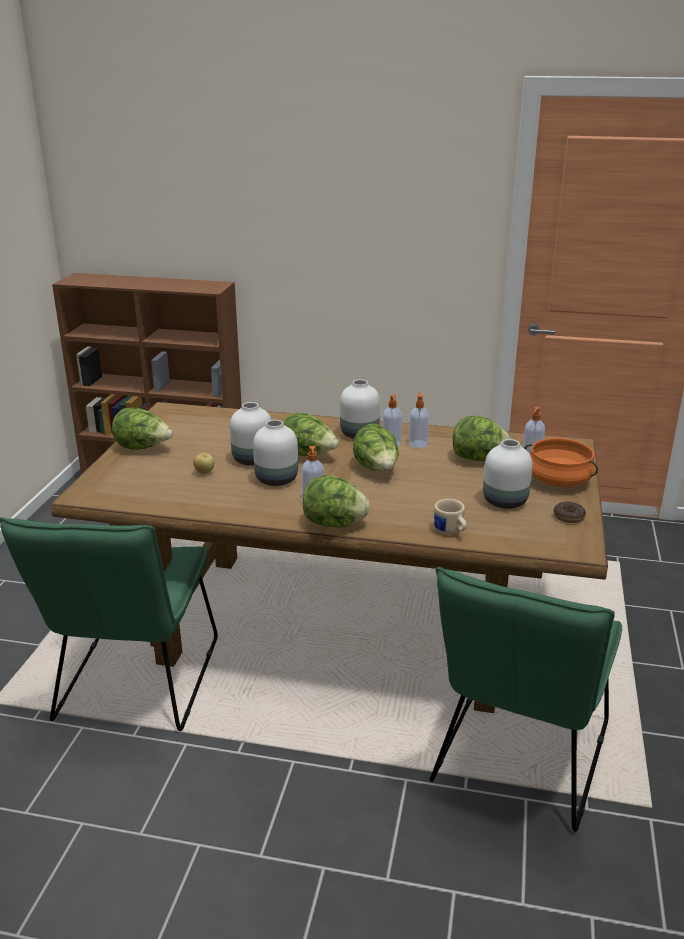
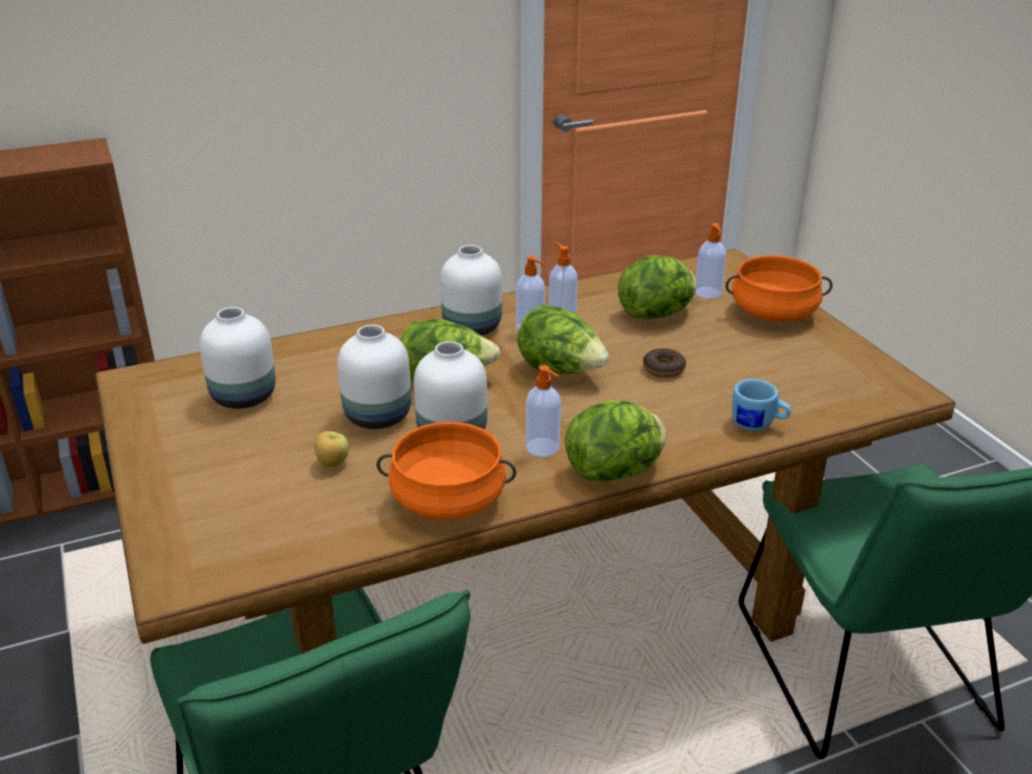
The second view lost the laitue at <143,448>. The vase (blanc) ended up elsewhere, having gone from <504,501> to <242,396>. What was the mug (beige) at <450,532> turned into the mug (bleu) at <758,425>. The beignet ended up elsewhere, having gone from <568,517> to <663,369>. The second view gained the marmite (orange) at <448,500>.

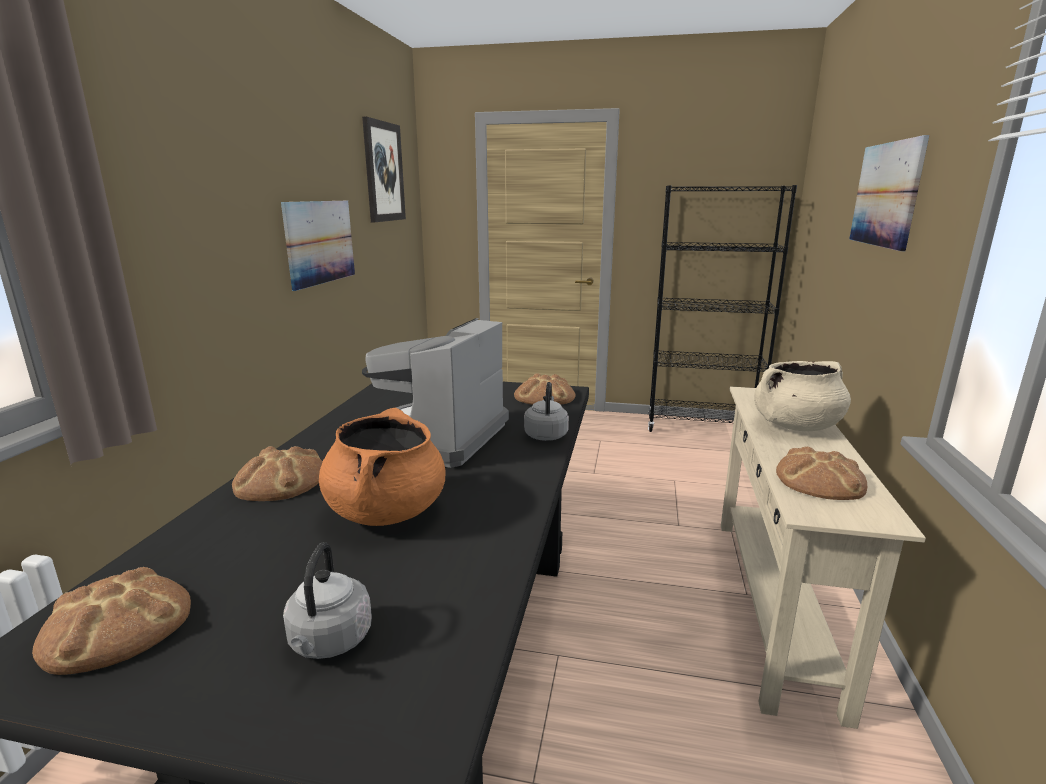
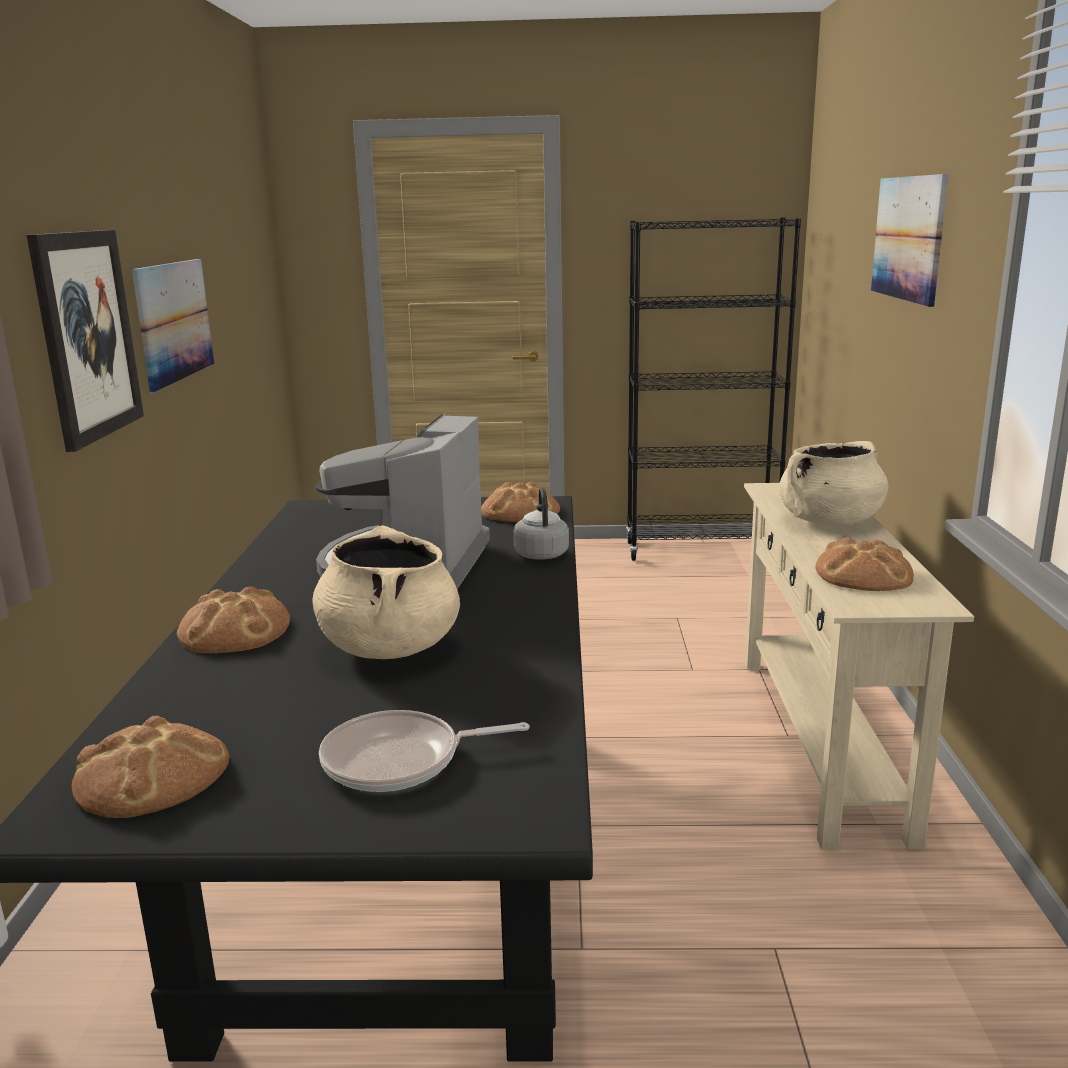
The tableau ended up elsewhere, having gone from <383,172> to <87,335>. What was the marmite (orange) at <386,511> turned into the marmite (beige) at <390,647>. Where the bouilloire (gris) stood at <329,642>, the poêle came to stand at <400,761>.

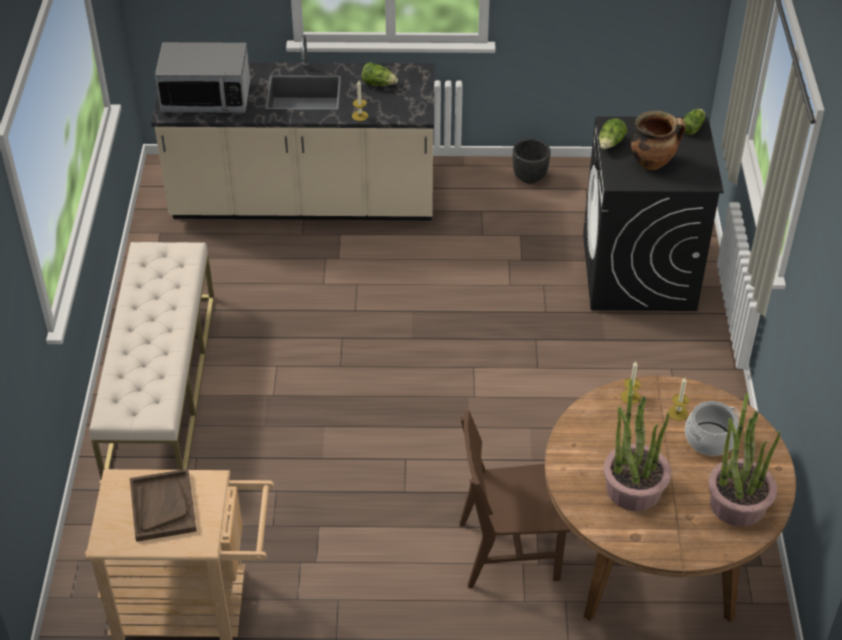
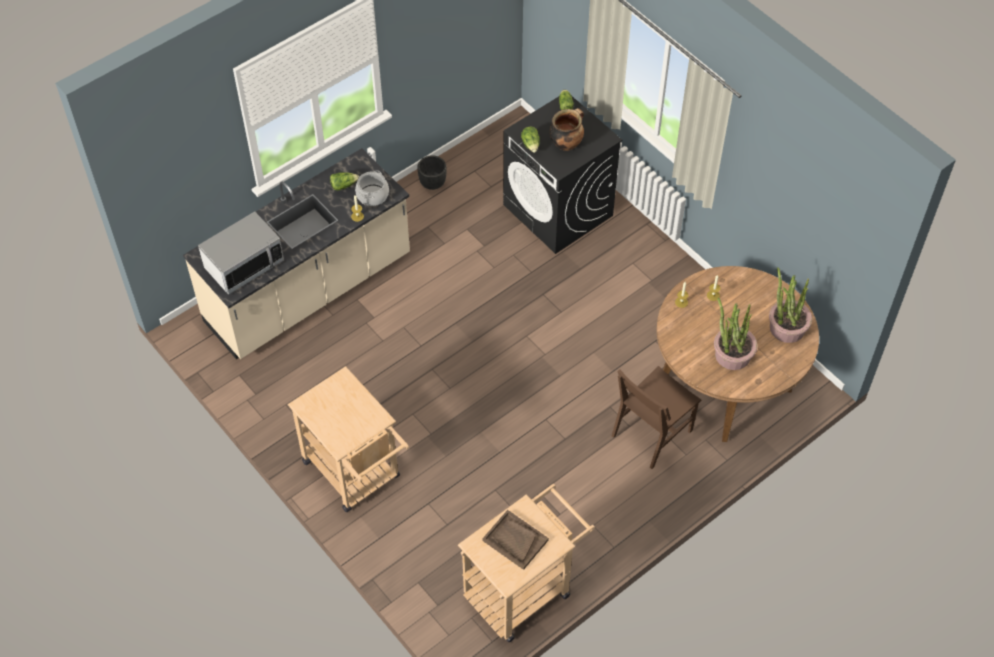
Where the banc (beige) stood at <161,385>, the chariot (beige) came to stand at <356,474>. The marmite ended up elsewhere, having gone from <709,439> to <372,195>.

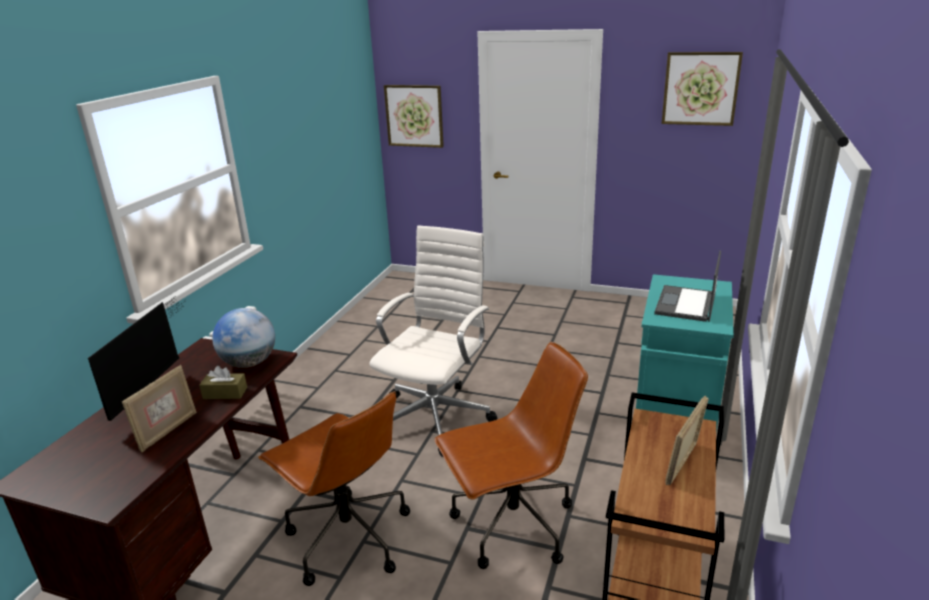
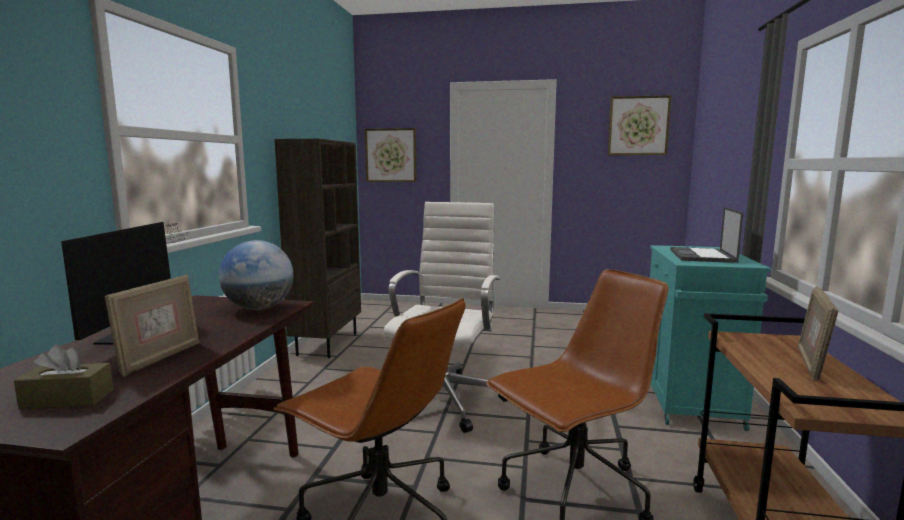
The boîte à mouchoirs (marron) ended up elsewhere, having gone from <225,393> to <67,399>. The second view gained the bibliothèque (marron) at <327,344>.

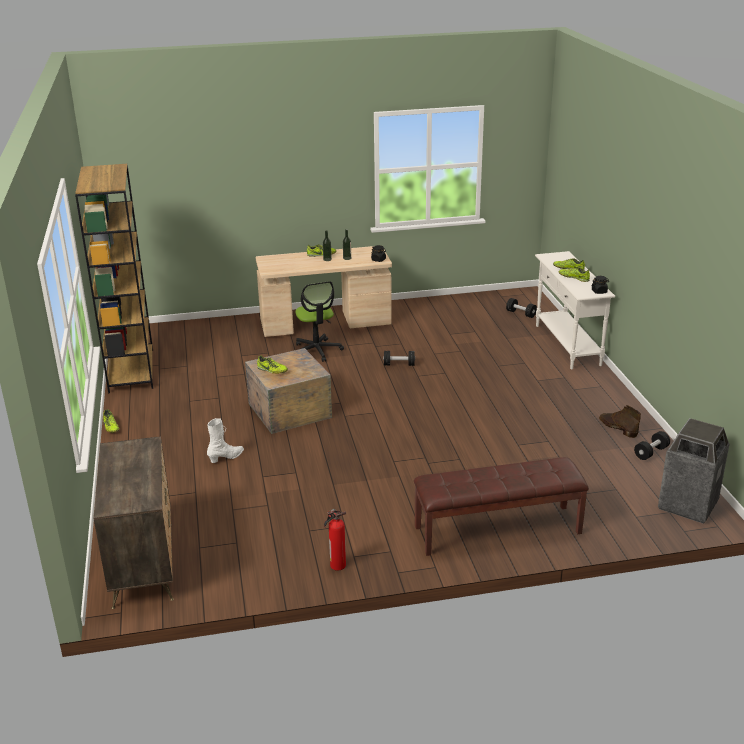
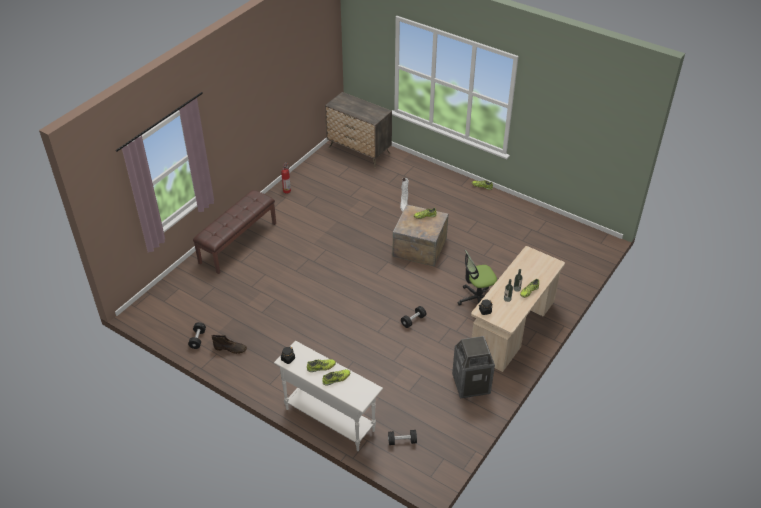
The second view lost the bibliothèque (marron) at <131,370>. The chaise de bureau at <317,350> ended up facing another way, 45 degrees counterclockwise from before. The poubelle ended up elsewhere, having gone from <687,505> to <471,384>.

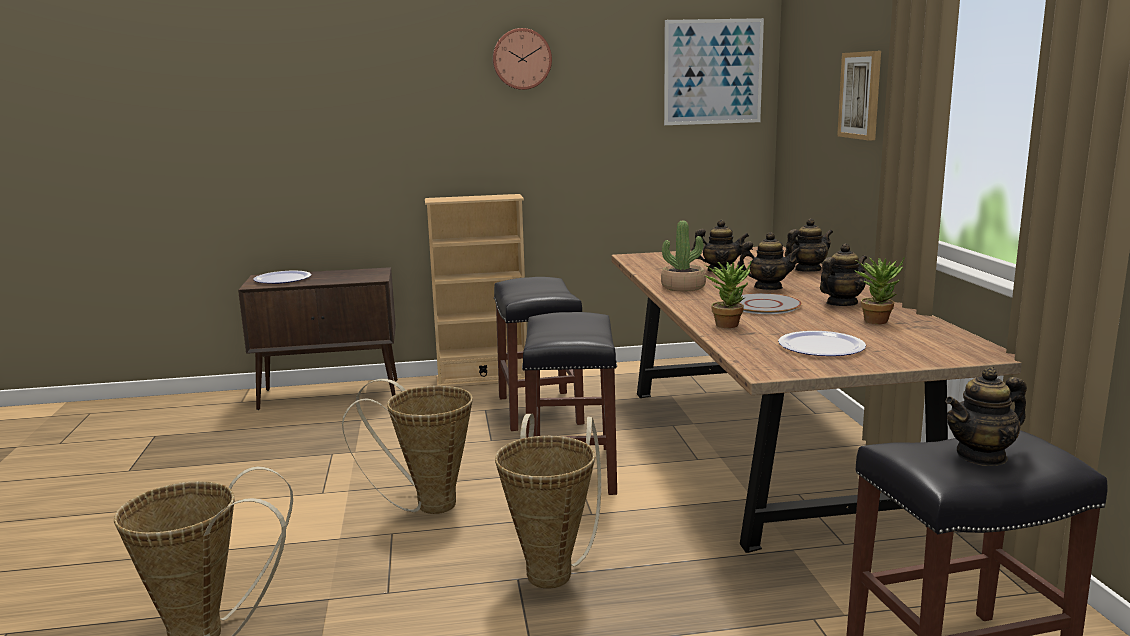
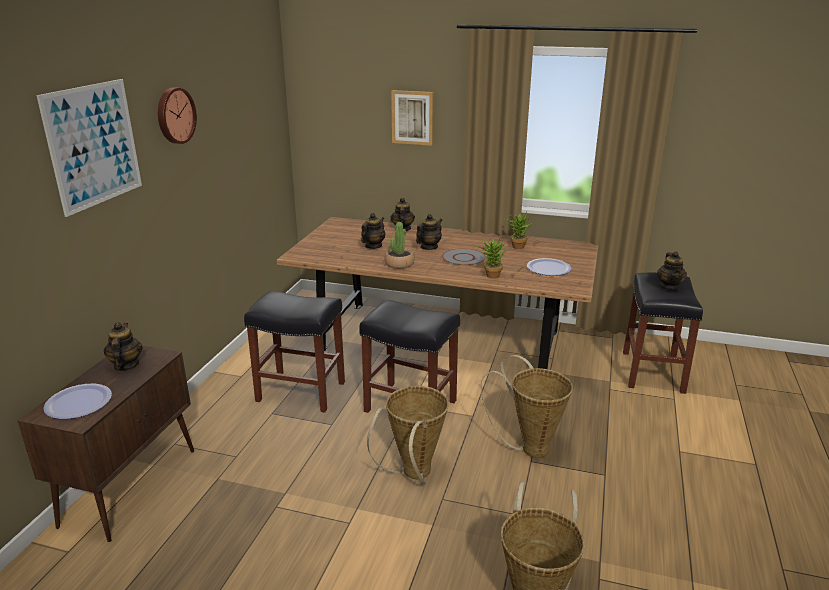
The tableau ended up elsewhere, having gone from <713,72> to <93,145>. The second view lost the bibliothèque (beige) at <483,379>. The théière ended up elsewhere, having gone from <841,303> to <126,365>.

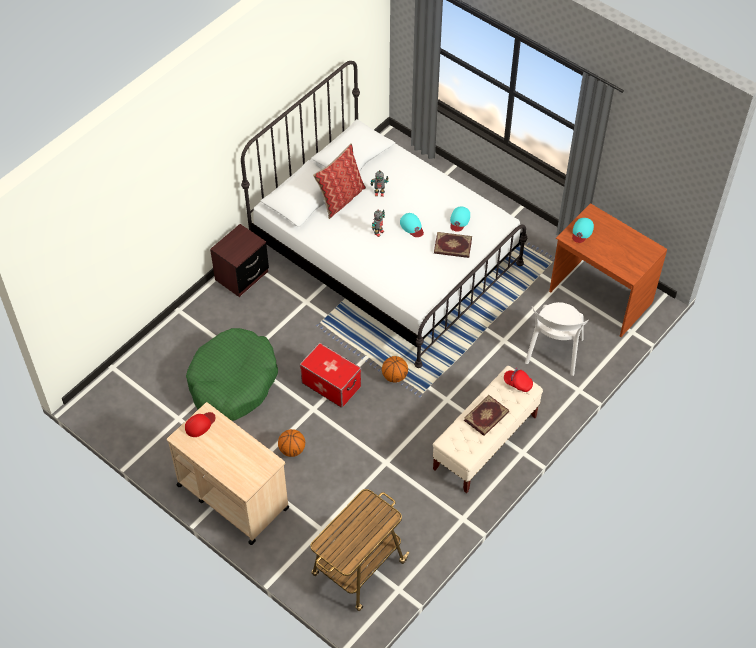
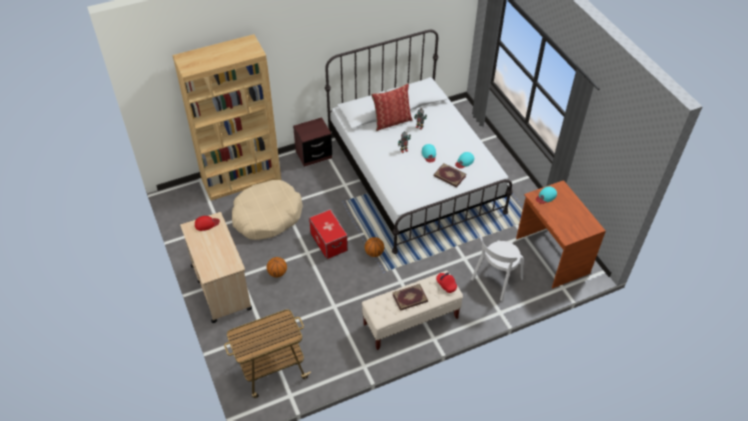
What was the panier pour chien (vert) at <233,382> turned into the panier pour chien (beige) at <267,216>. The second view gained the bibliothèque (marron) at <241,179>.

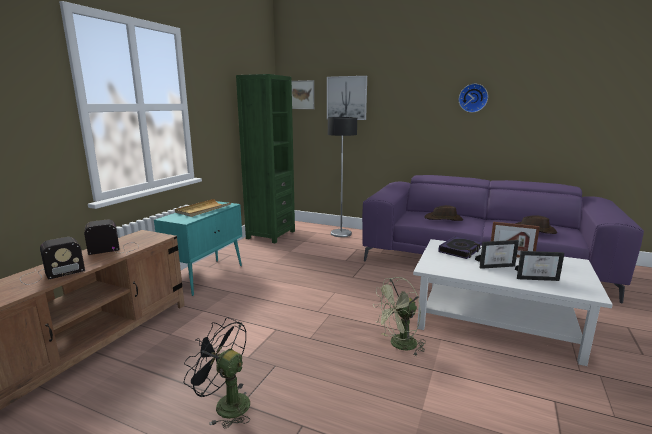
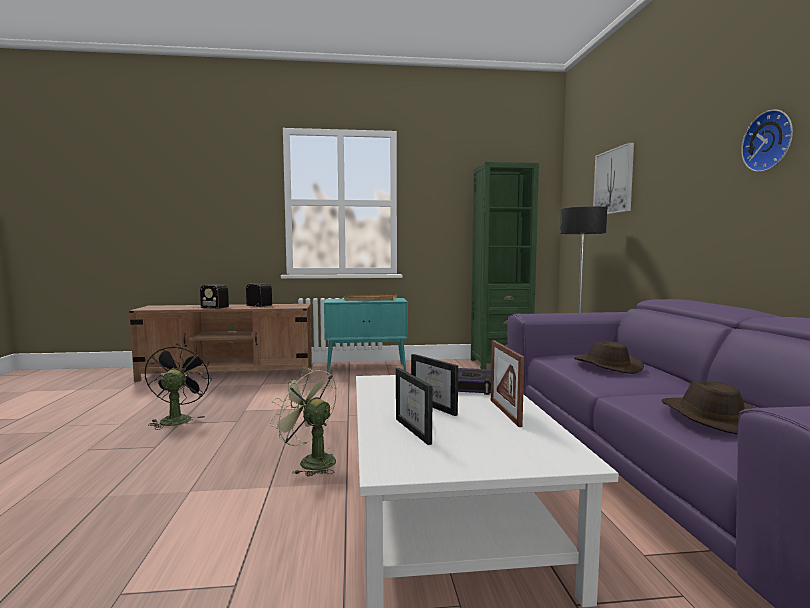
The second view lost the tableau at <301,95>.

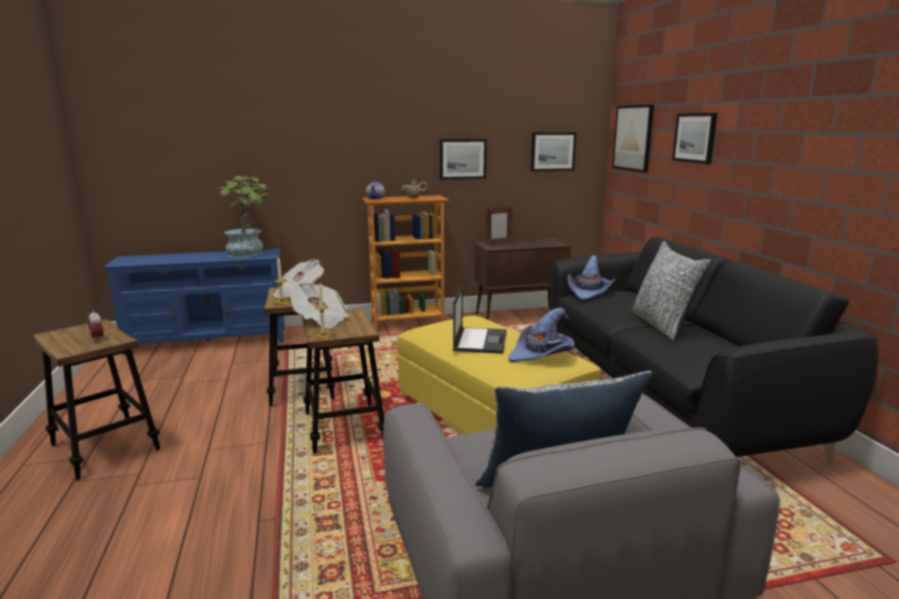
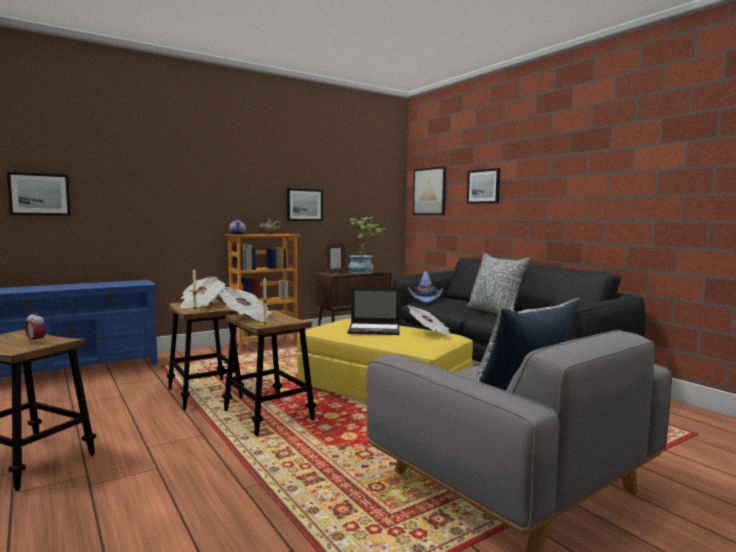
The tableau ended up elsewhere, having gone from <552,151> to <39,194>. The plante en pot ended up elsewhere, having gone from <250,254> to <364,272>. The ordinateur portable at <480,340> ended up facing another way, 105 degrees clockwise from before. Where the chapeau (violet) stood at <542,354>, the journal came to stand at <430,333>.

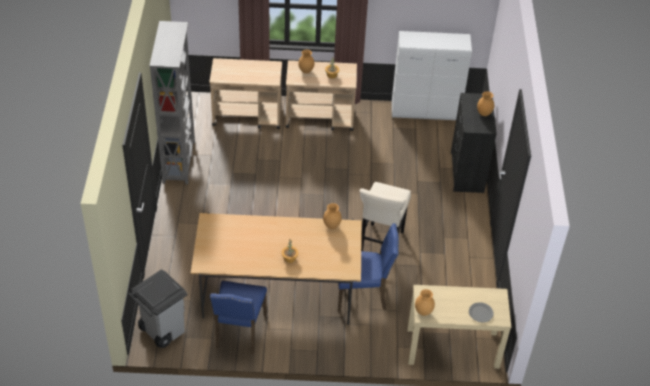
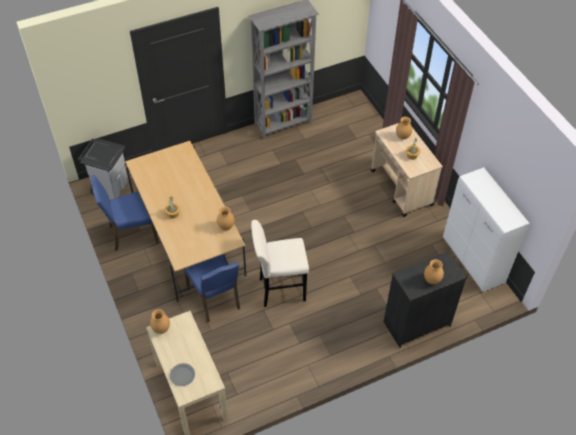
The second view lost the chariot (beige) at <248,116>.

